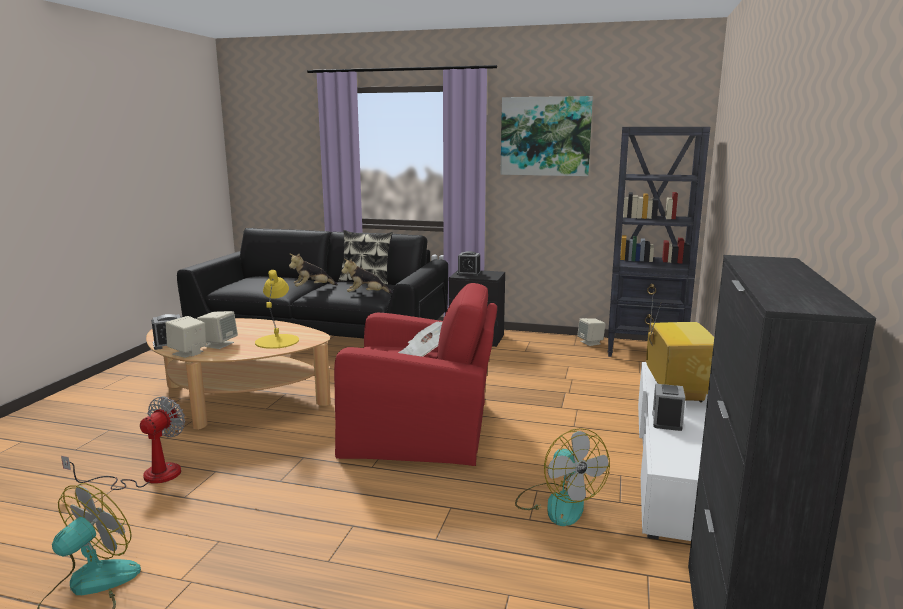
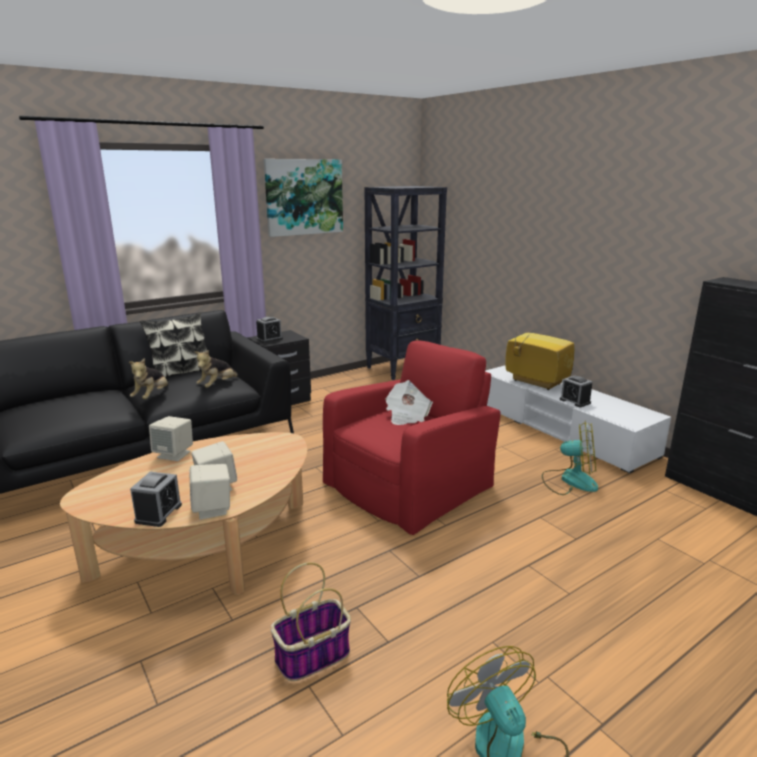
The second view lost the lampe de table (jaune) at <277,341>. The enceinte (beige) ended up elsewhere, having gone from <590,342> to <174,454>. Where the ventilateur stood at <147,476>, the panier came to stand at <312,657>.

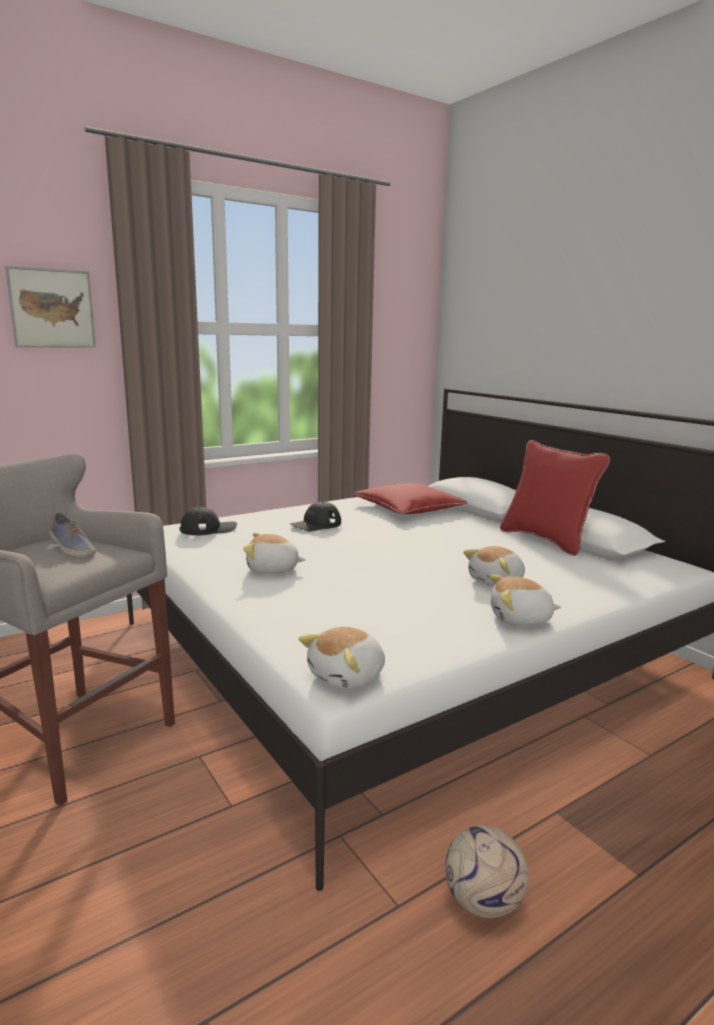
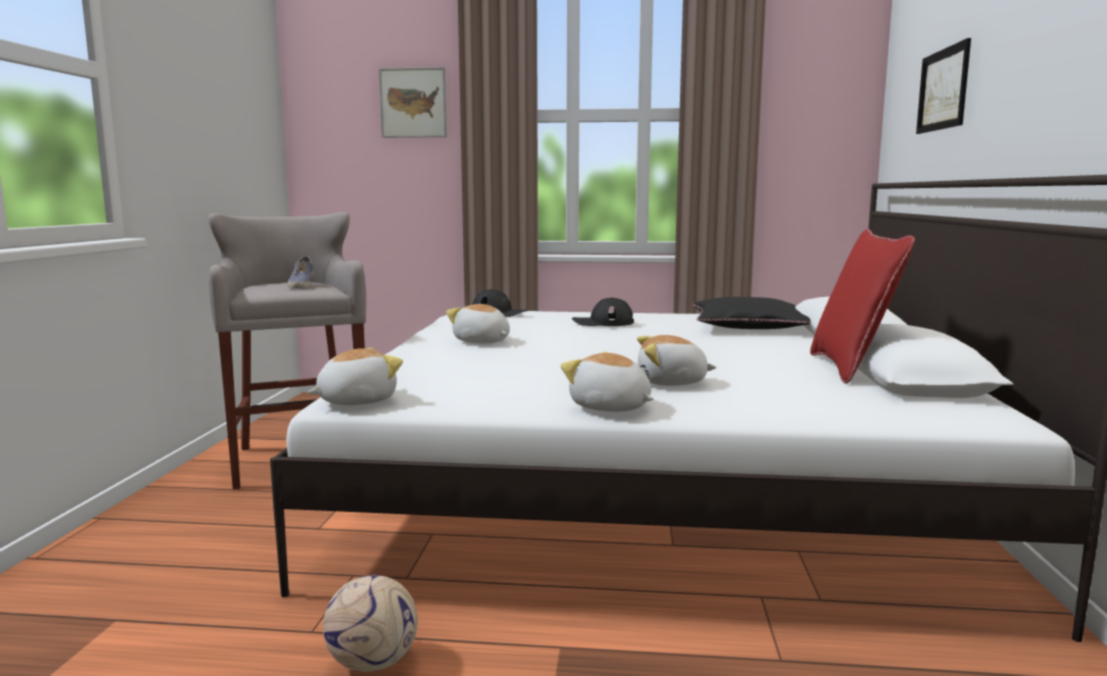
What was the coussin (rouge) at <409,508> turned into the coussin (noir) at <748,326>. The peluche at <348,676> ended up facing another way, 150 degrees clockwise from before. The second view gained the tableau at <943,89>.

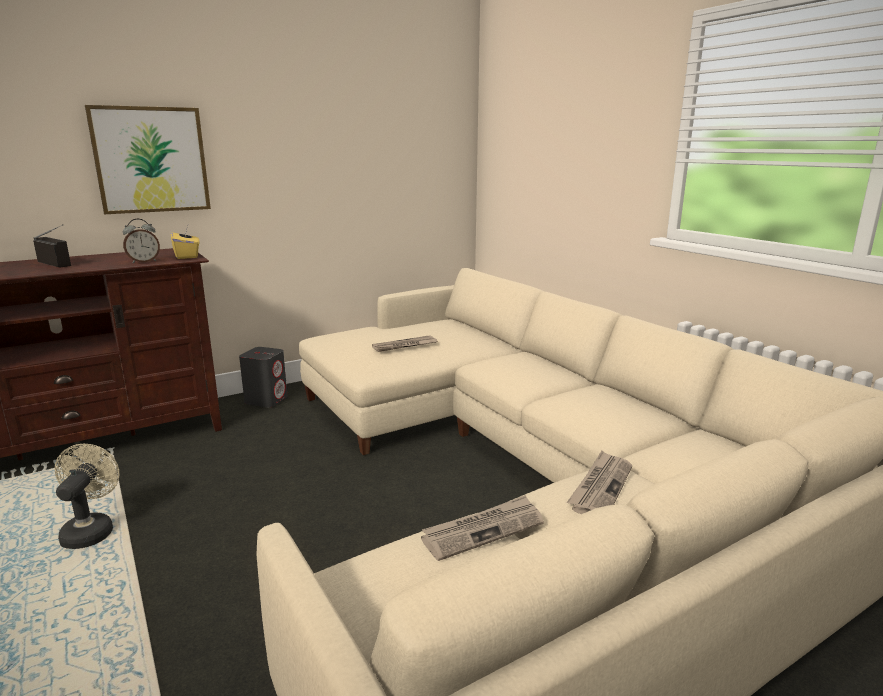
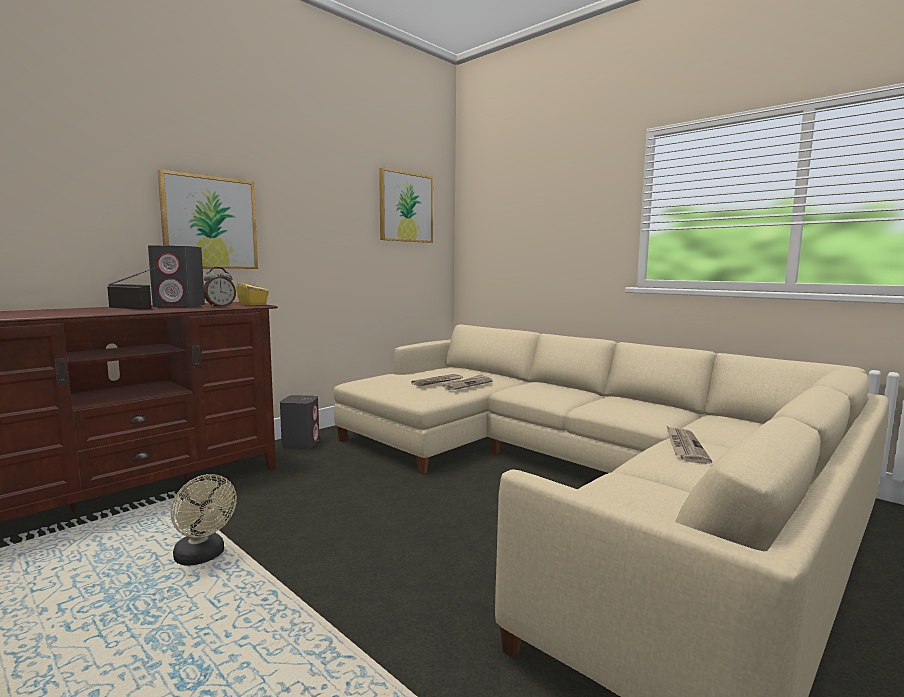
The ventilateur (beige) at <91,530> ended up facing another way, 150 degrees clockwise from before. The journal ended up elsewhere, having gone from <483,530> to <467,384>. The second view gained the tableau at <406,207>. The second view gained the enceinte (gris) at <180,306>.

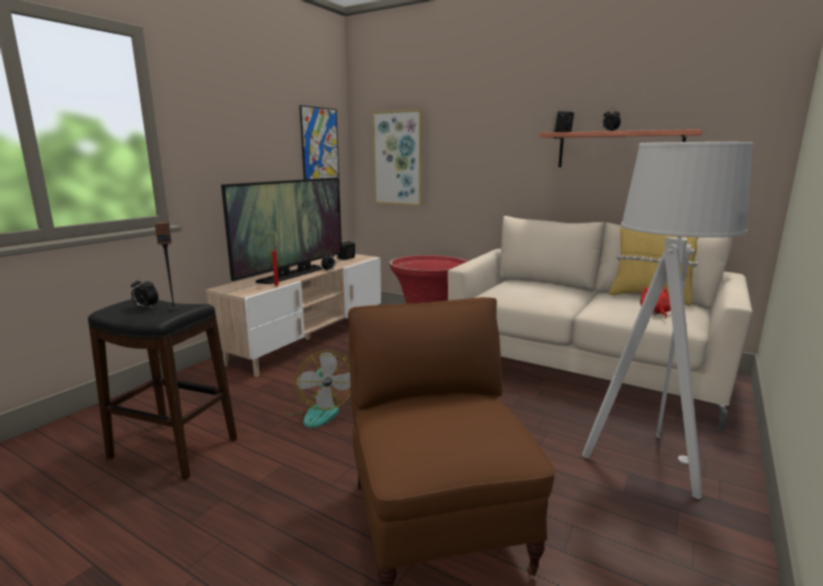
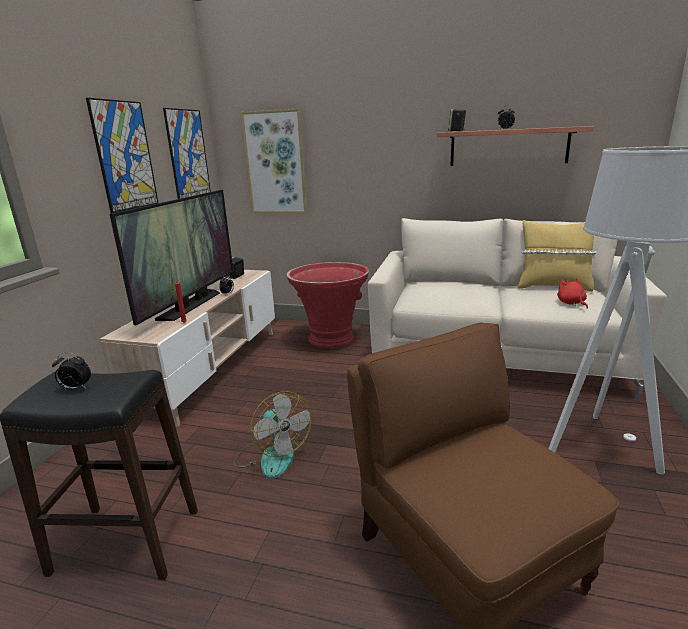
The second view lost the enceinte at <174,308>. The second view gained the tableau at <125,156>.

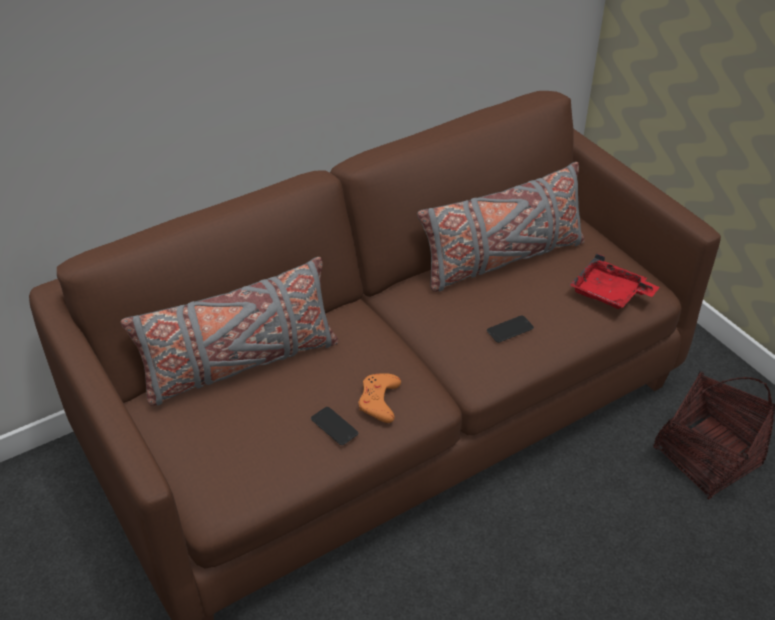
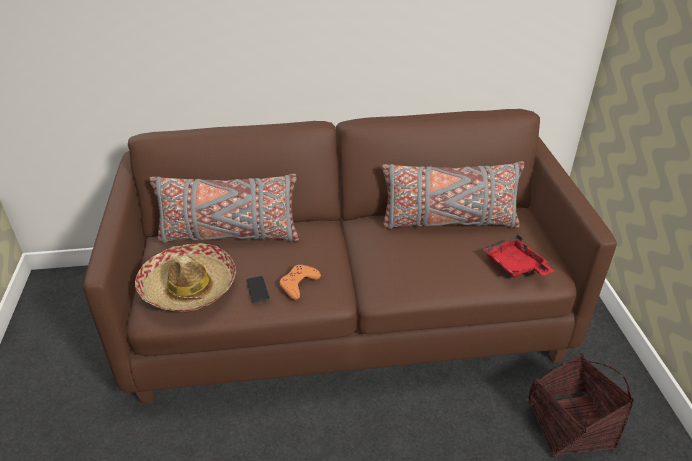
The second view lost the téléphone at <510,329>. The second view gained the chapeau at <188,287>.

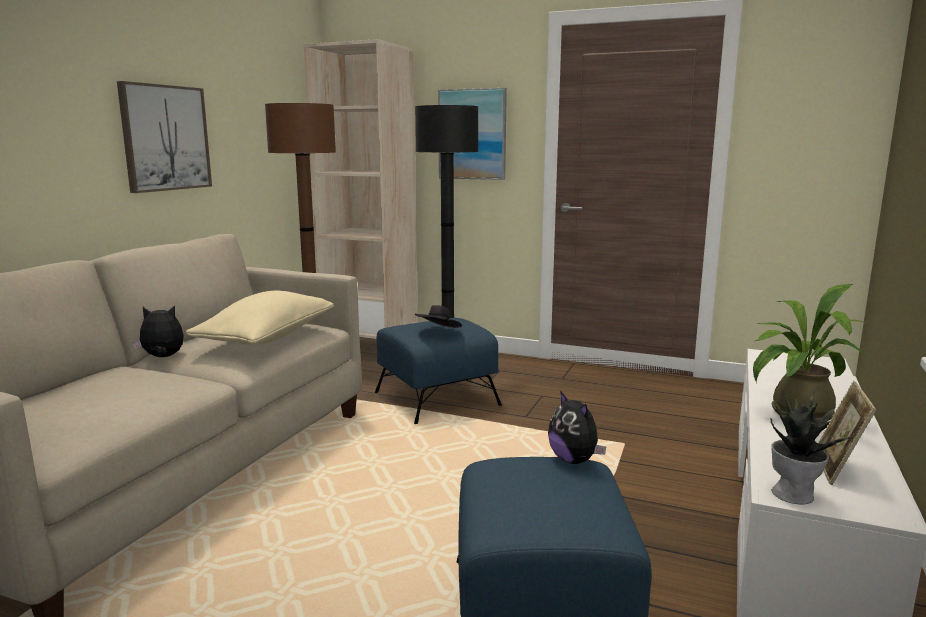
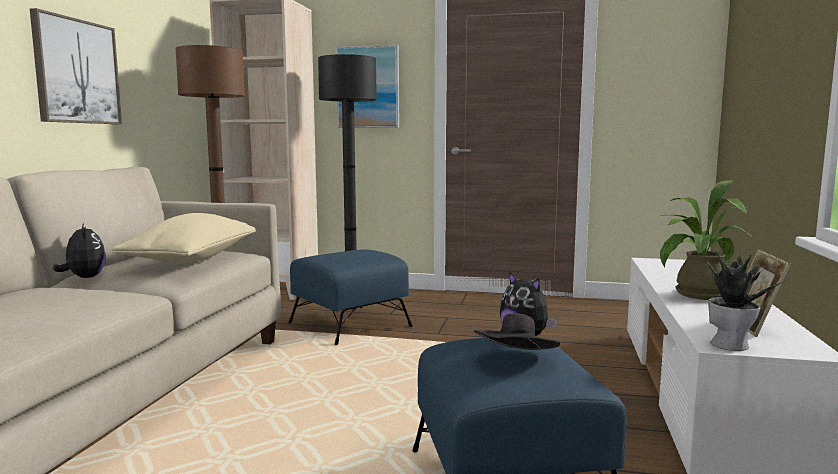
The chapeau (noir) ended up elsewhere, having gone from <438,332> to <516,361>. The peluche at <163,357> ended up facing another way, 75 degrees clockwise from before.

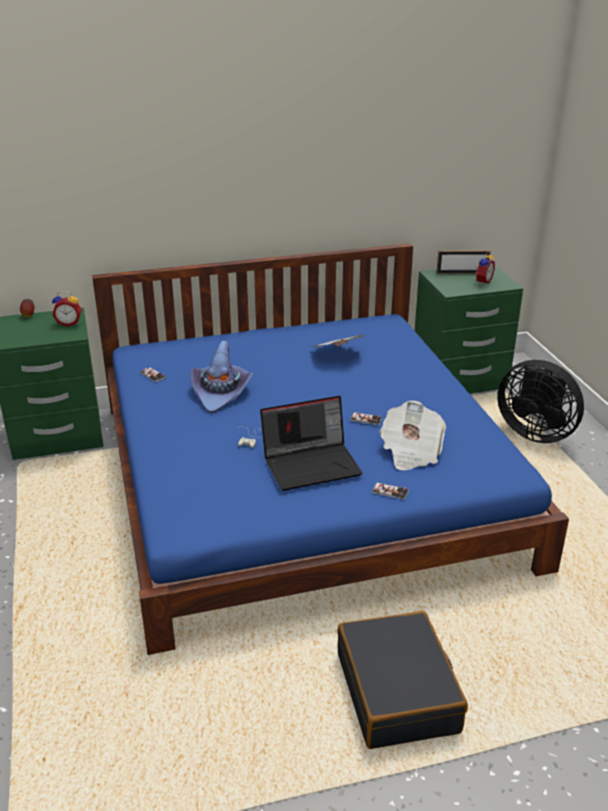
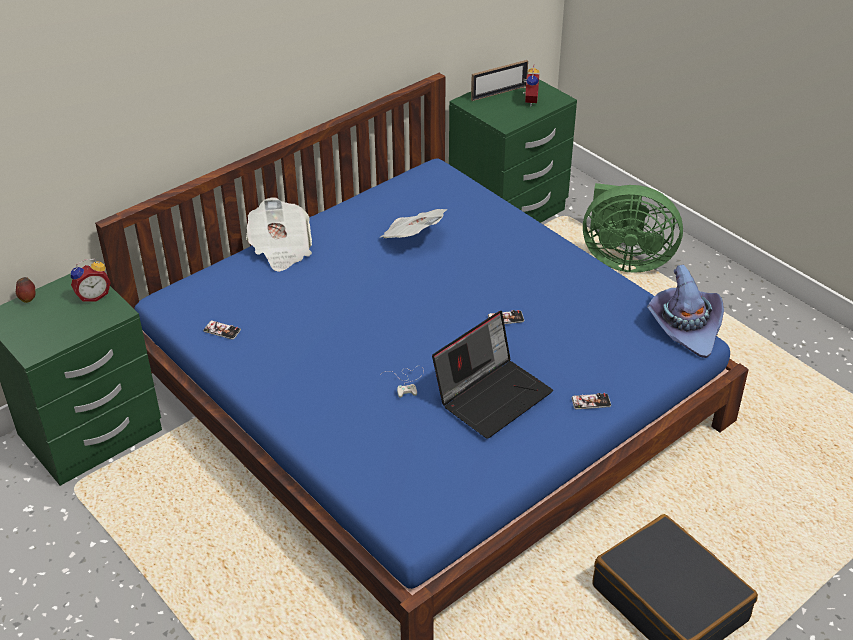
The chapeau (violet) ended up elsewhere, having gone from <221,392> to <685,326>. What was the ventilateur (noir) at <535,432> turned into the ventilateur (vert) at <624,260>. The journal ended up elsewhere, having gone from <410,451> to <281,249>.

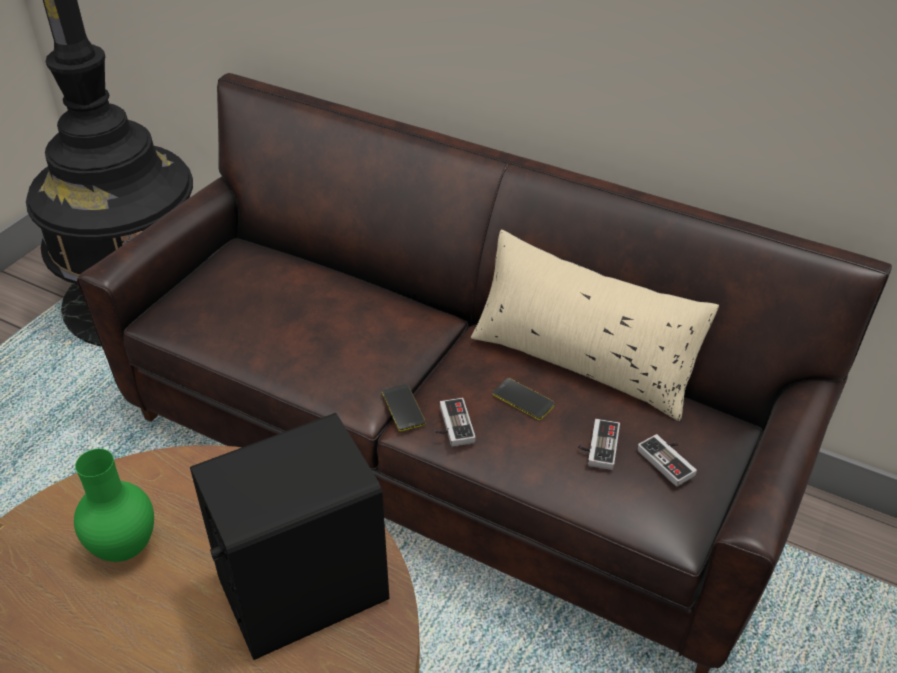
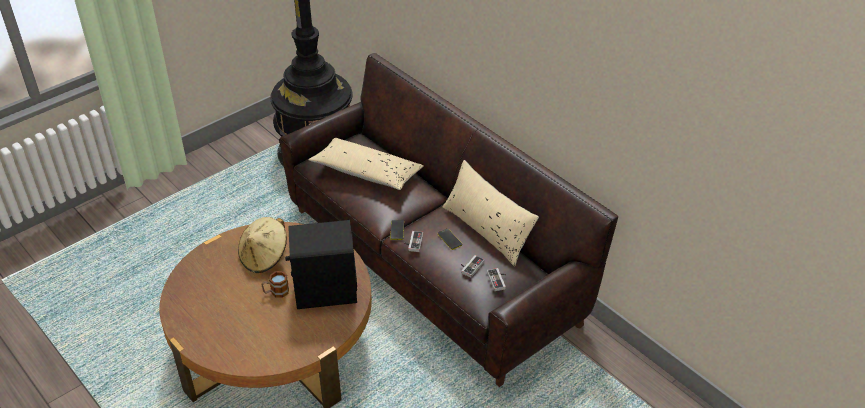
Where the vase (vert) stood at <126,548>, the chapeau (beige) came to stand at <264,257>. The second view gained the coussin (beige) at <367,172>. The second view gained the mug at <276,292>.

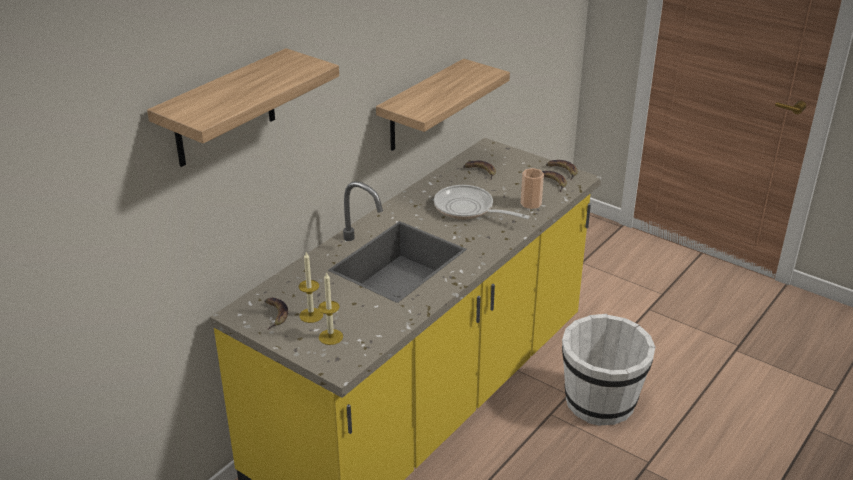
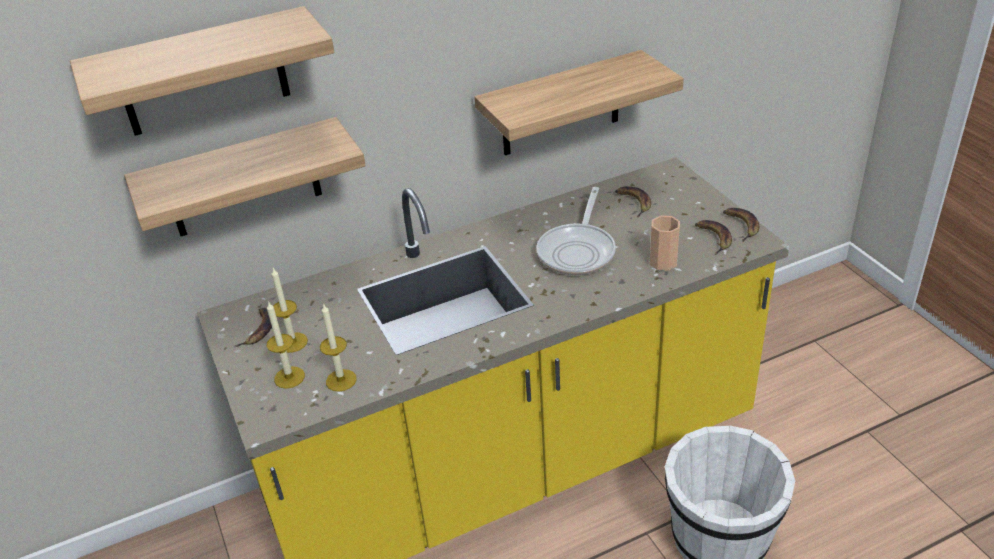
The poêle at <468,209> ended up facing another way, 135 degrees counterclockwise from before. The second view gained the étagère at <243,180>. The second view gained the bougie at <341,380>.

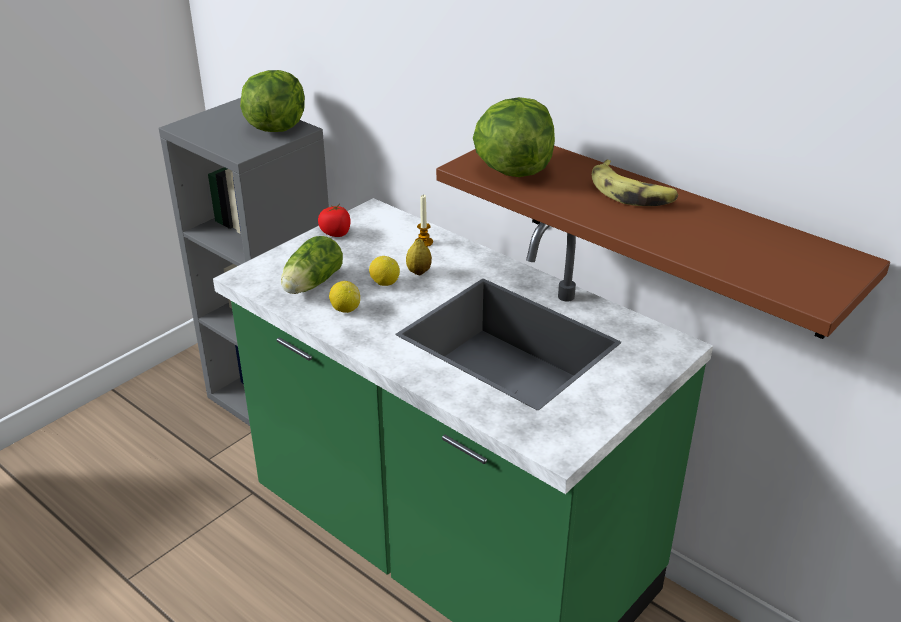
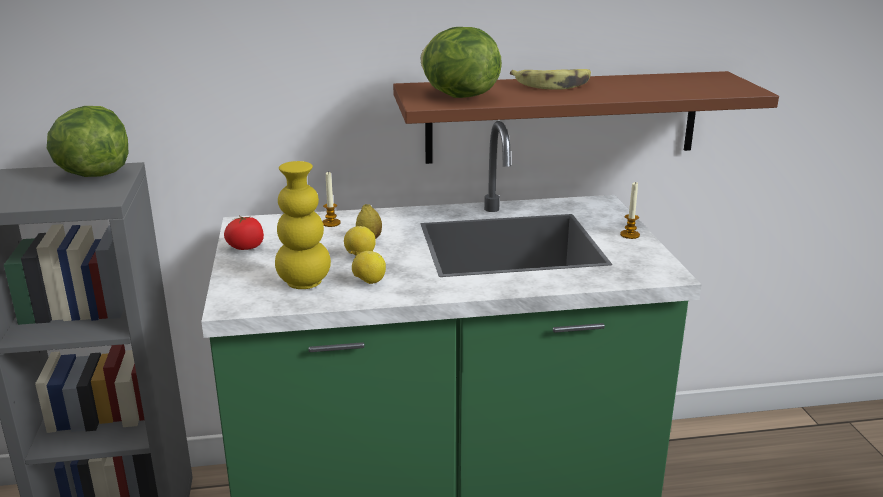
Where the laitue stood at <310,285>, the vase (jaune) came to stand at <304,283>. The second view gained the bougie at <629,235>.

